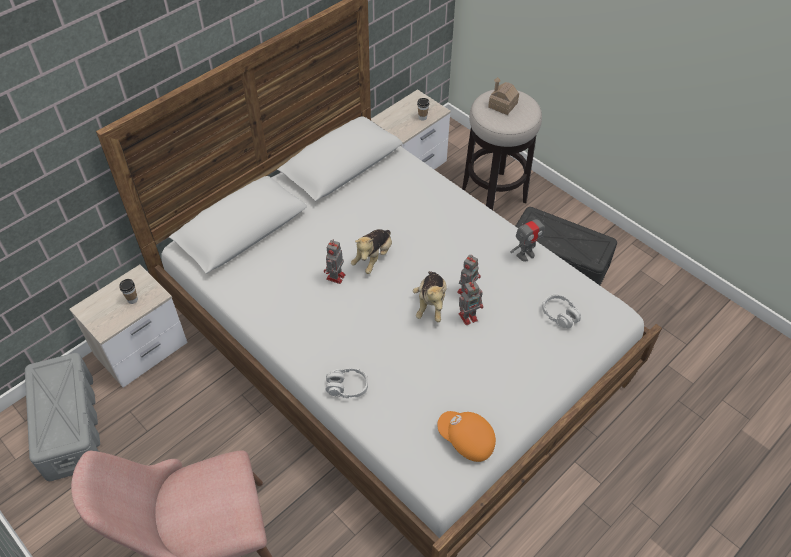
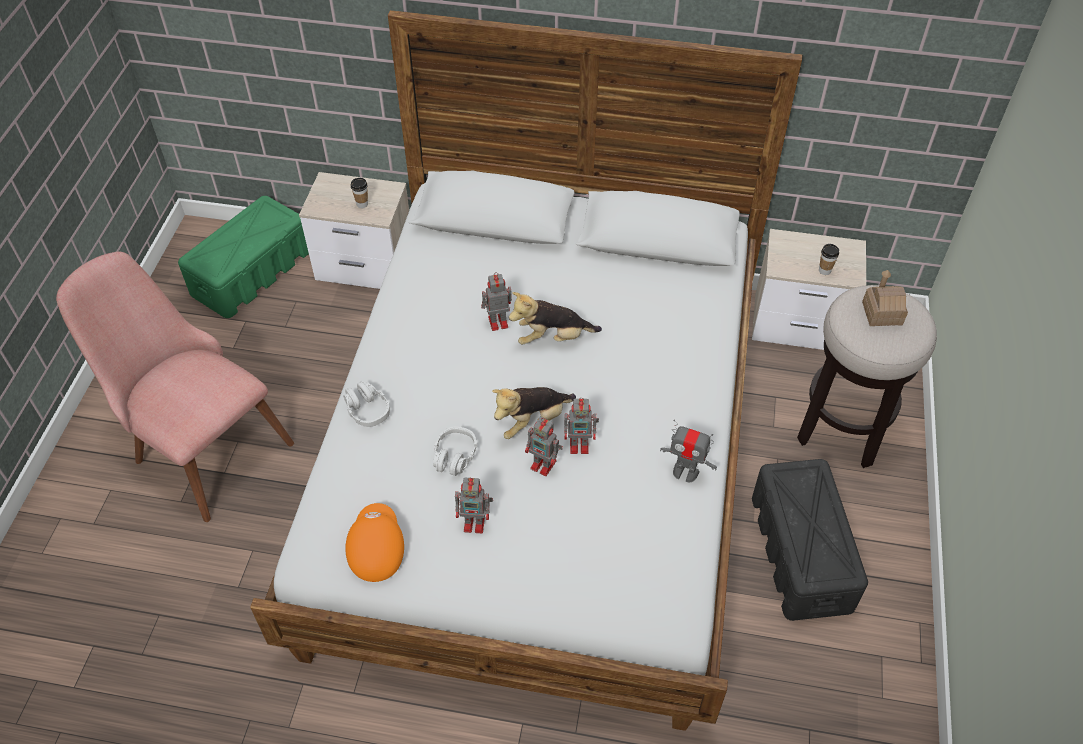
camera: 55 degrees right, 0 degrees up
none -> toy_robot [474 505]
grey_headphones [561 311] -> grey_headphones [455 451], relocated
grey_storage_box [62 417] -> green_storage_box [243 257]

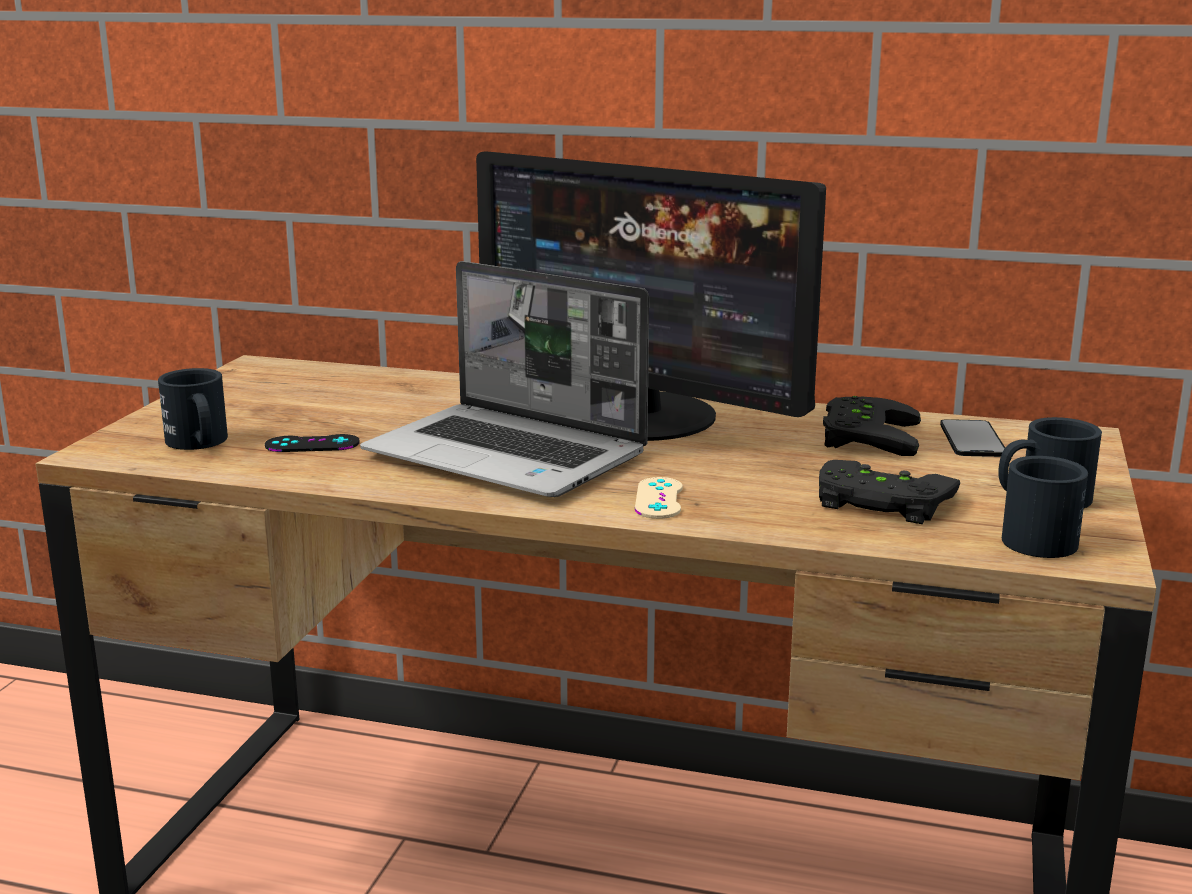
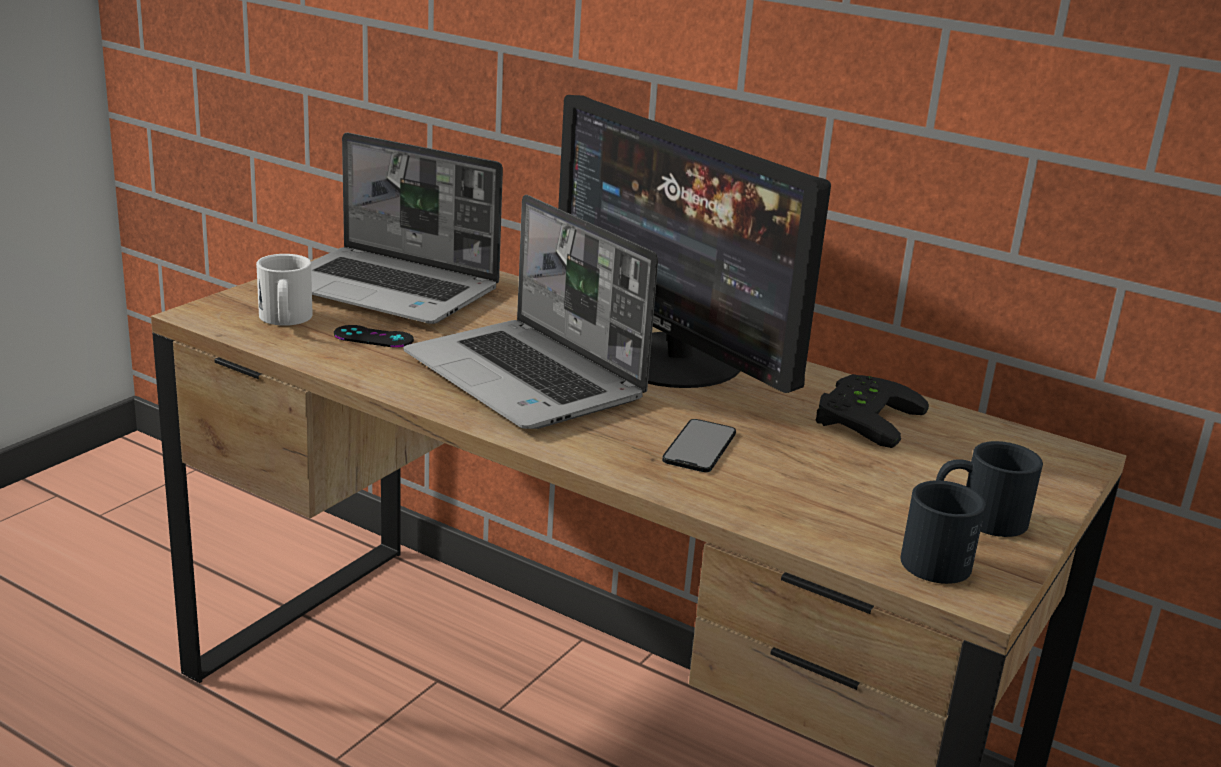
camera: 15 degrees right, 5 degrees up
beige_game_controller [659 498] -> none
black_game_controller [889 492] -> none
none -> laptop [407 228]
phone [972 438] -> phone [699 445], relocated
black_mug [193 409] -> white_mug [284 290]

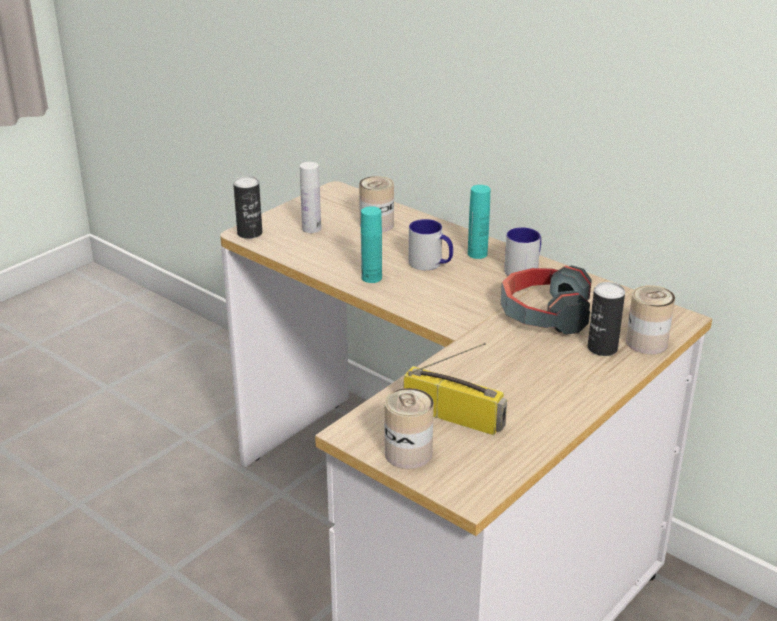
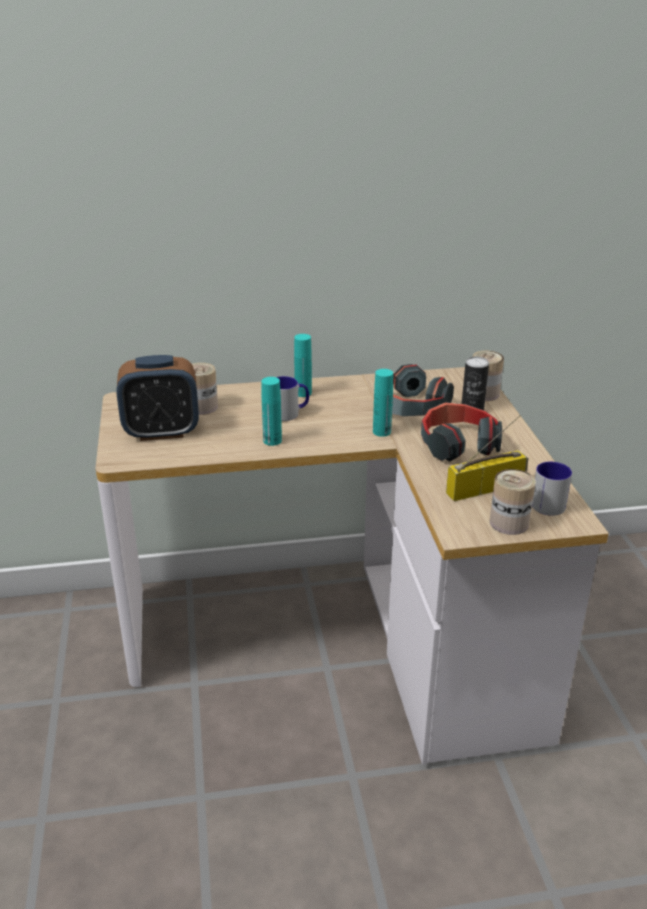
camera: 50 degrees left, 0 degrees up
can [247 207] -> none
none -> turquoise_bottle [383 403]
none -> headphones [461 432]
mug [522 251] -> mug [552 489], relocated
white_bottle [310 197] -> alarm_clock [158 398]

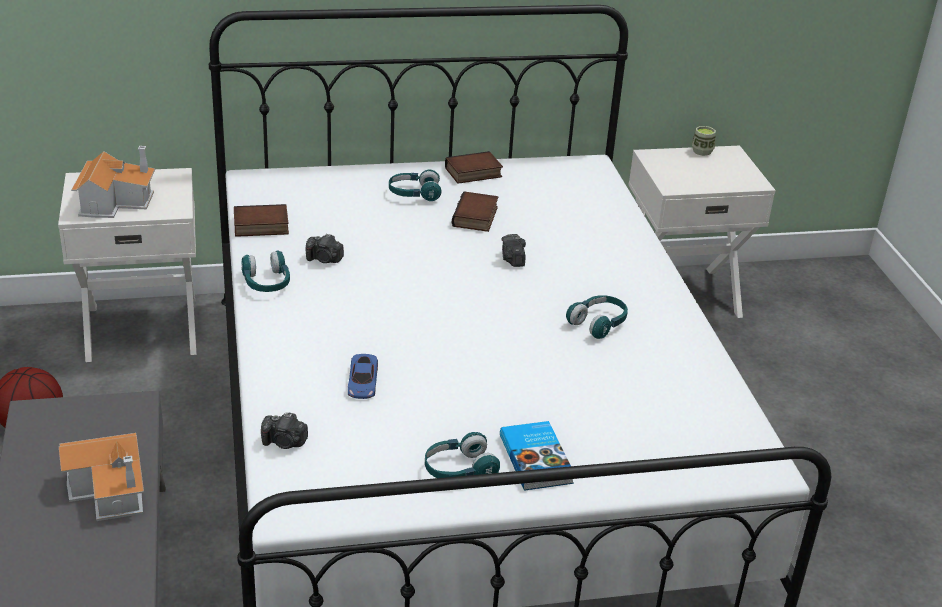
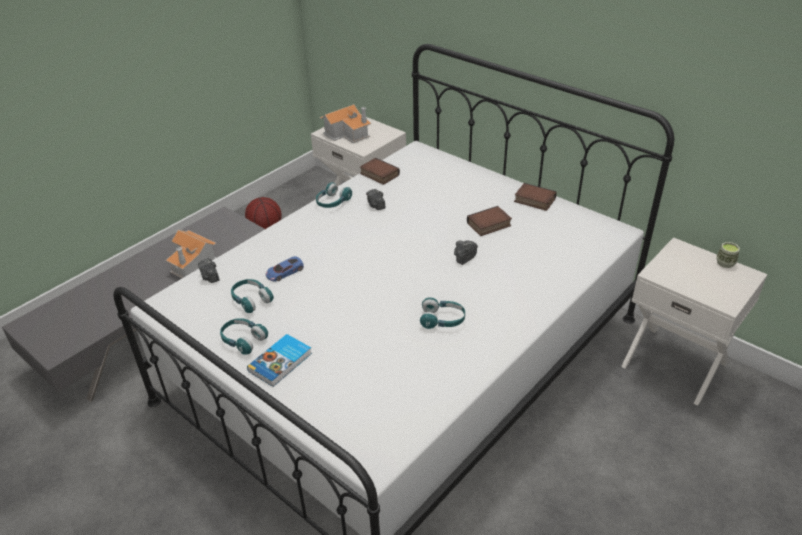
camera: 55 degrees right, 5 degrees up
turquoise_headphones [415 185] -> turquoise_headphones [252 296], relocated

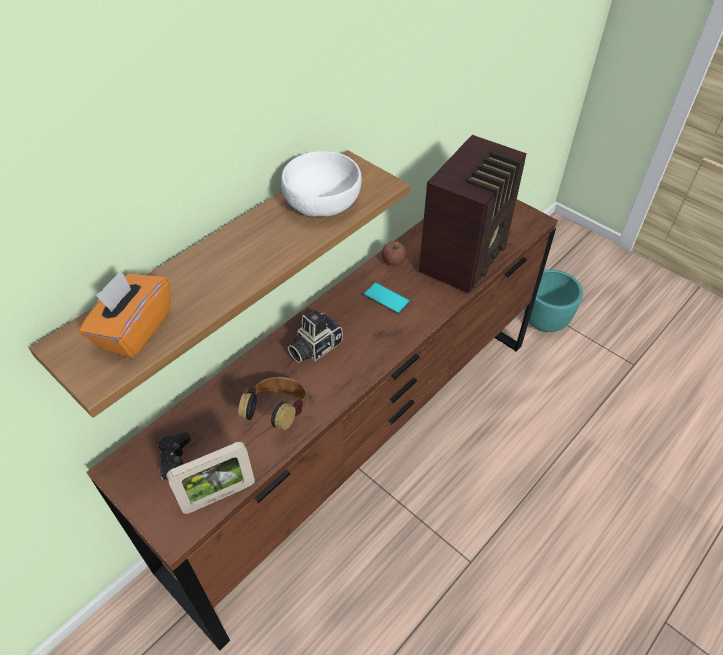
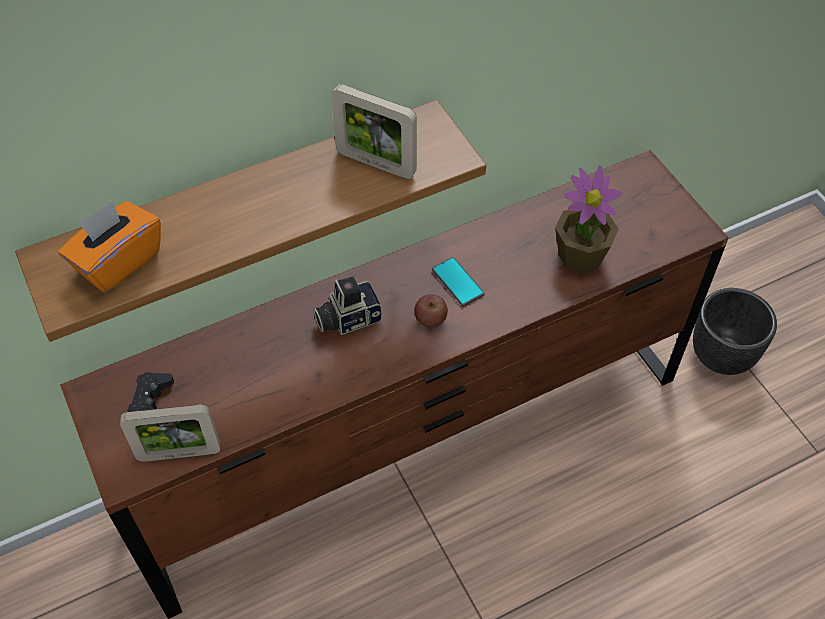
camera: 20 degrees right, 5 degrees up
headphones [272 403] -> none
apple [394 253] -> apple [431 310], relocated
white_bowl [321 184] -> picture_frame [374 131]
radio [473 214] -> potted_plant [588 220]
turquoise_planter [553 300] -> black_planter [735 331]

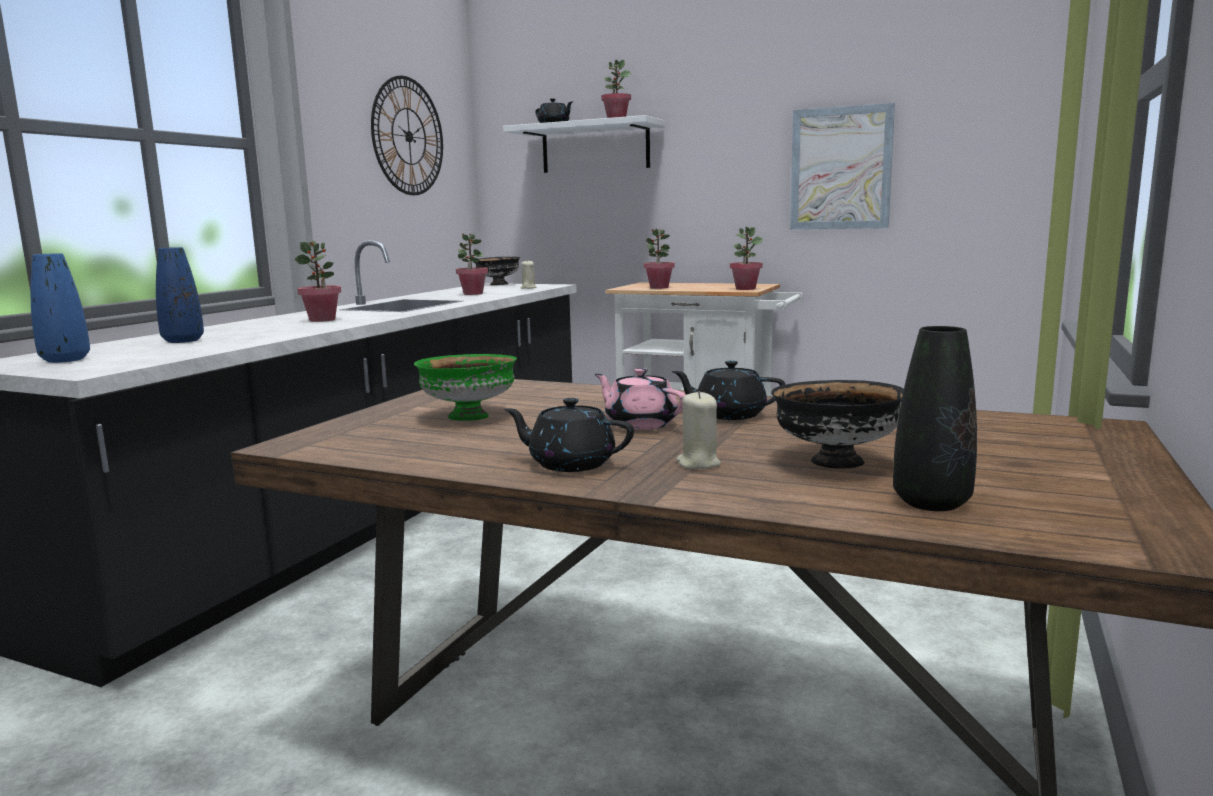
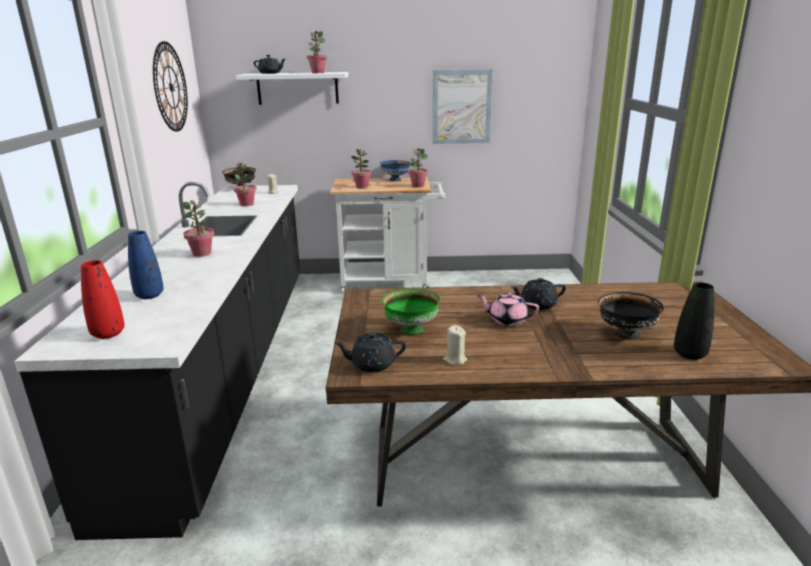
camera: 25 degrees left, 10 degrees up
none -> blue_bowl [395 170]
black_teapot [569 435] -> black_teapot [370 352], relocated
beige_candle [698 430] -> beige_candle [455 345], relocated
blue_vase [60 308] -> red_vase [103 299]

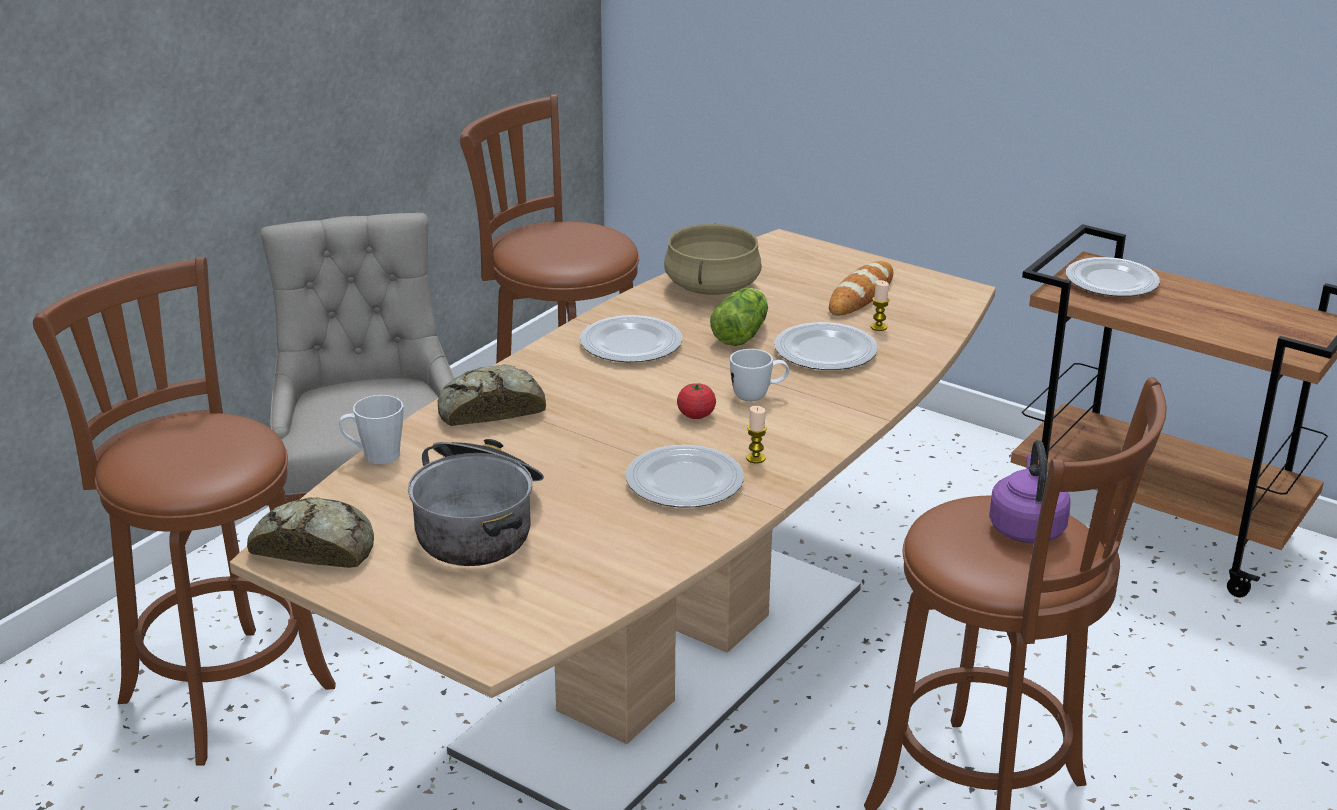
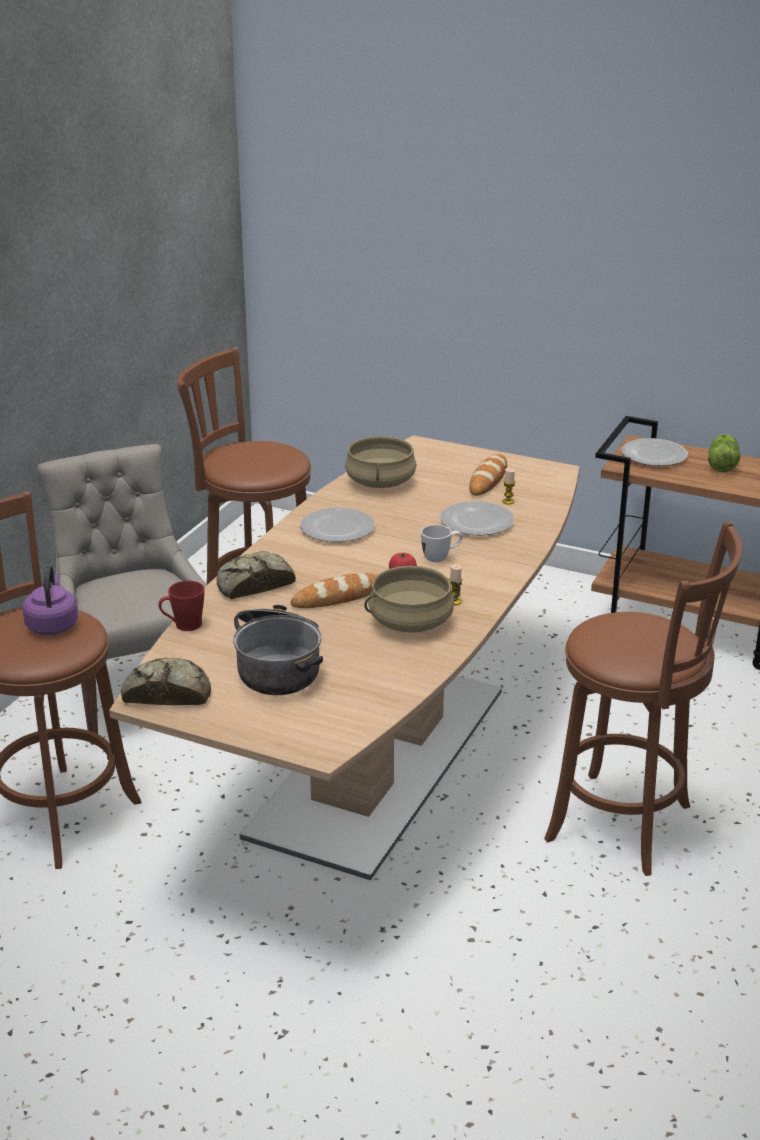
camera: 10 degrees left, 0 degrees up
none -> bread [334 590]
lettuce [739 317] -> lettuce [724 453], relocated
purple_kettle [1030 491] -> purple_kettle [50 600], relocated
plate [685 476] -> beige_cooking_pot [412 599]
grey_mug [371 429] -> red_mug [181 606]

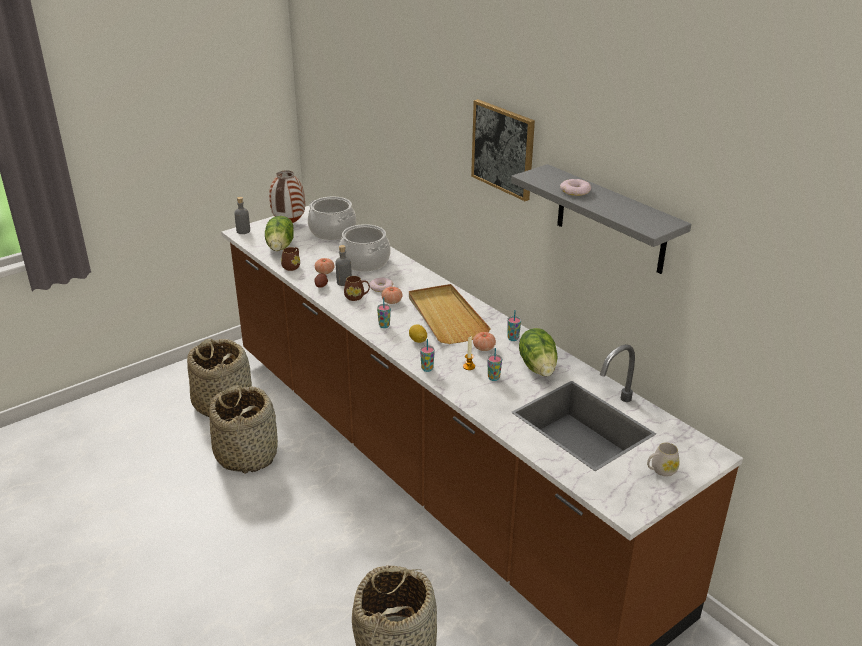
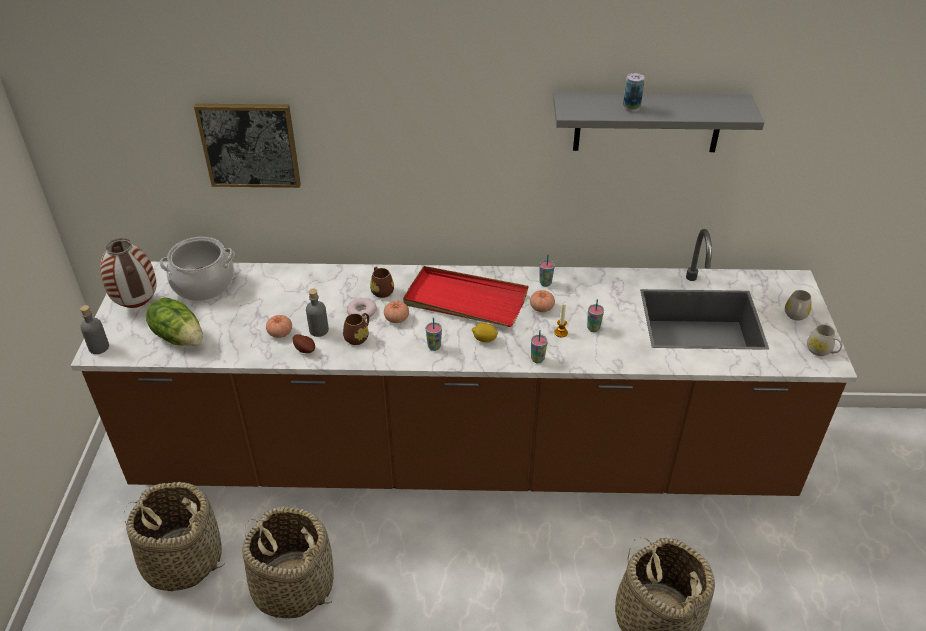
camera: 50 degrees left, 10 degrees up
cooking_pot [364 248] -> none
lettuce [538 352] -> none
none -> white_mug [824 340]
brown_mug [290 259] -> brown_mug [382 282], relocated
picture [503 150] -> picture [247 146], relocated
donut [575 187] -> can [634 92]
beige_tray [450 314] -> red_tray [466 296]

